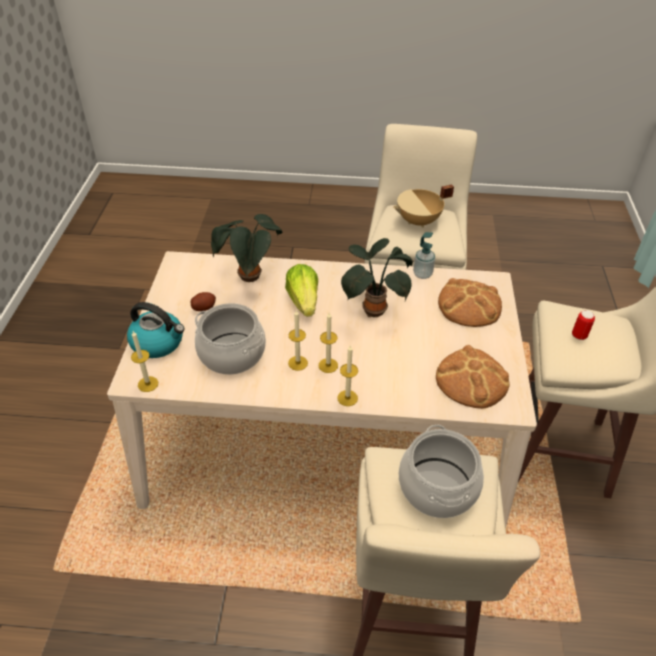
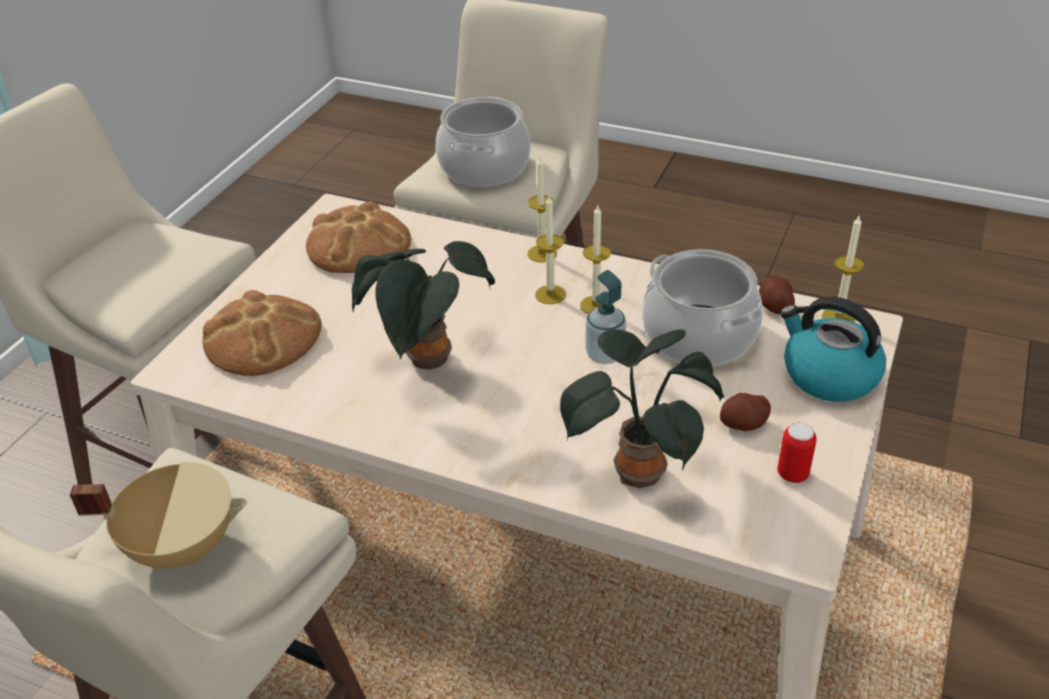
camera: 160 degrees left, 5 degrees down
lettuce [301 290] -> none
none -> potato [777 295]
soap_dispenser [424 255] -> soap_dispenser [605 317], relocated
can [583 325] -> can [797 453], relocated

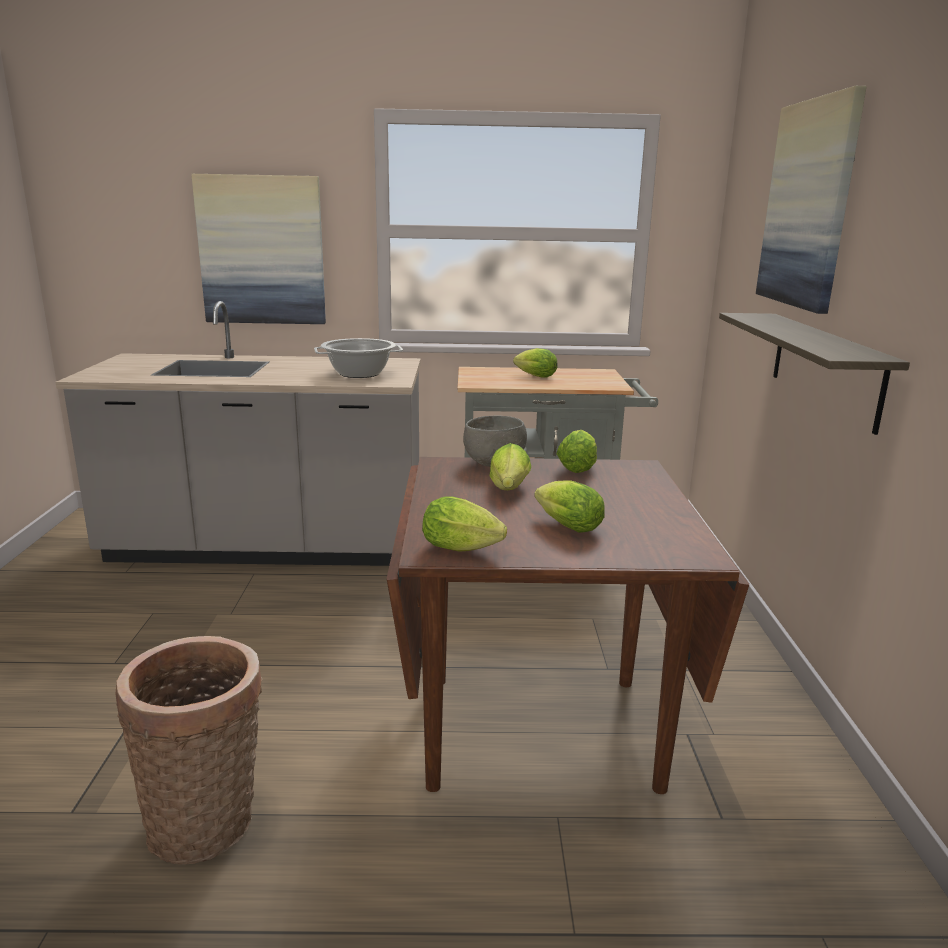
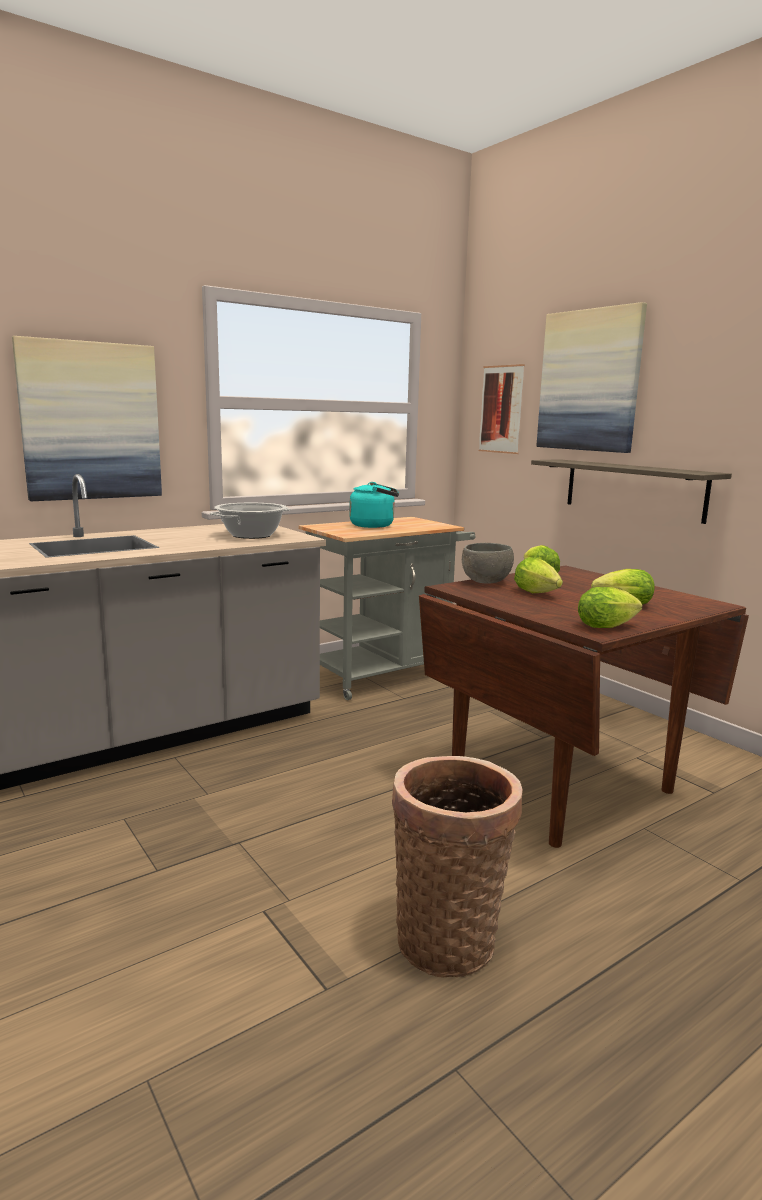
camera: 35 degrees left, 5 degrees down
none -> picture [502 409]
lettuce [535 363] -> turquoise_kettle [374 505]

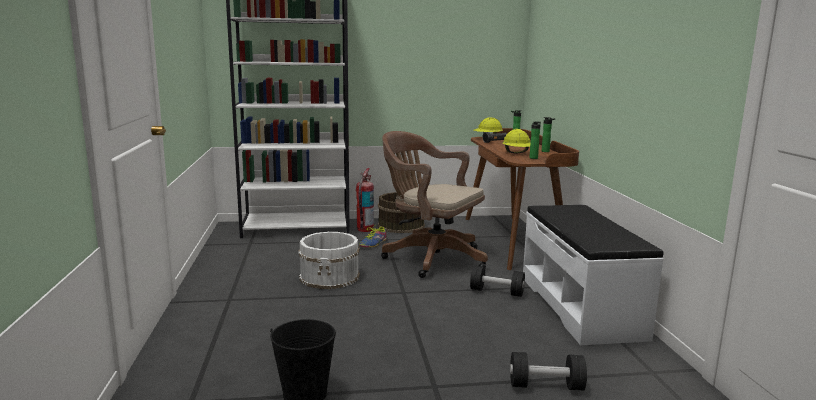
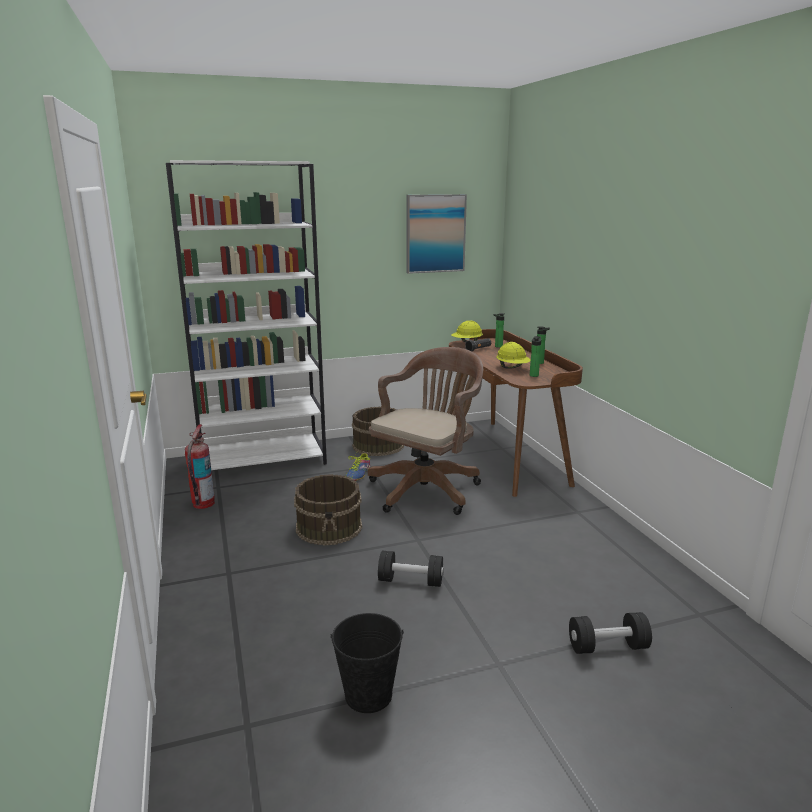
camera: 10 degrees left, 5 degrees up
white_bench [593 275] -> none
none -> picture [437 234]
fire_extinguisher [365 200] -> fire_extinguisher [200 466], relocated
black_dumbbell [497 281] -> black_dumbbell [411 569], relocated
white_bucket [329 260] -> brown_bucket [328 509]
brown_office_chair [434 204] -> brown_office_chair [425 431], 105 degrees clockwise

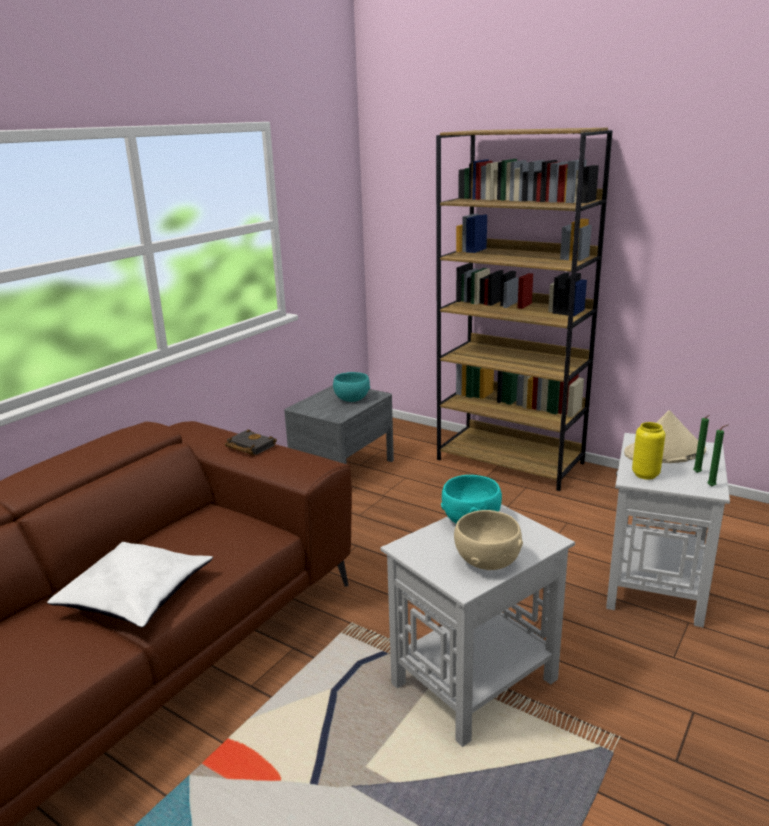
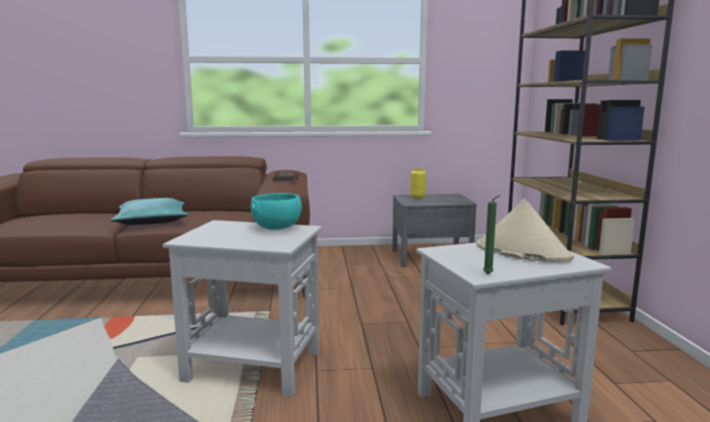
camera: 50 degrees right, 10 degrees down
turquoise_bowl [351 387] -> none
beige_bowl [488 540] -> none
green_candle [701 444] -> none
yellow_vase [648 451] -> yellow_vase [418 183], relocated
white_pillow [130 584] -> turquoise_pillow [149 211]

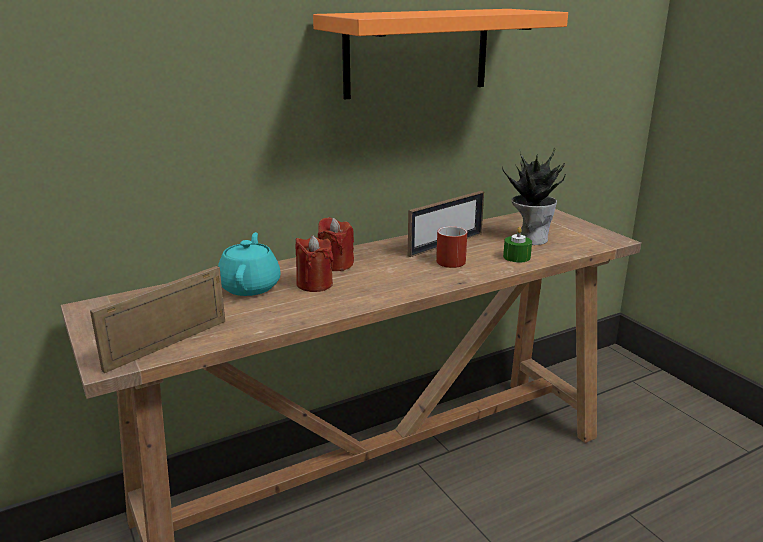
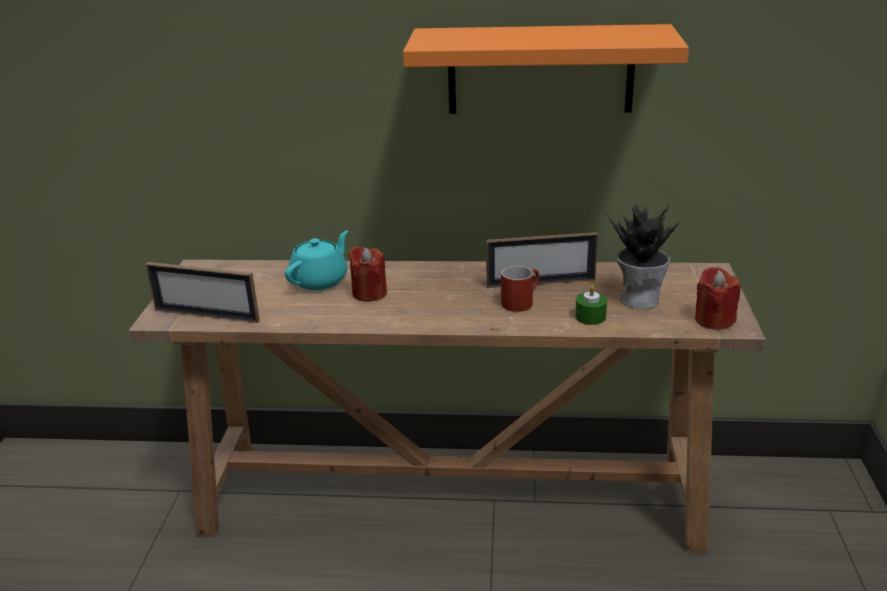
camera: 35 degrees right, 5 degrees up
red_candle [336 244] -> red_candle [718 298], relocated
picture_frame [157 319] -> picture_frame [202 292], 150 degrees counterclockwise

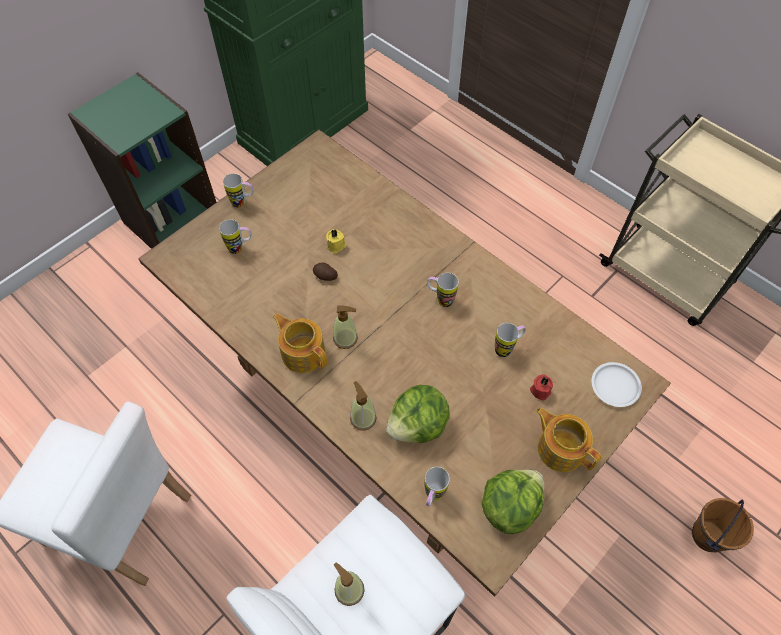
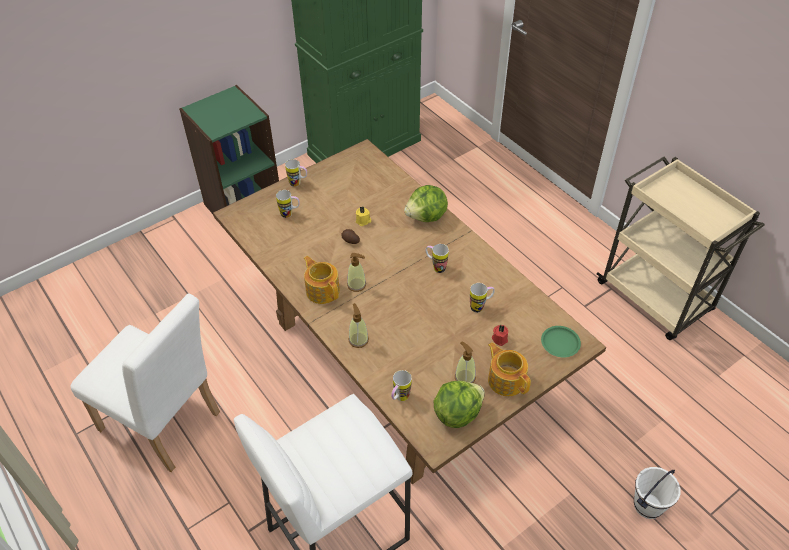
camera: 10 degrees right, 10 degrees down
soap_dispenser [349 584] -> soap_dispenser [465 362], relocated
lettuce [418 414] -> lettuce [426 203], relocated
white_plate [617 384] -> green_plate [561 341]
brown_bucket [723 525] -> white_bucket [657 493]

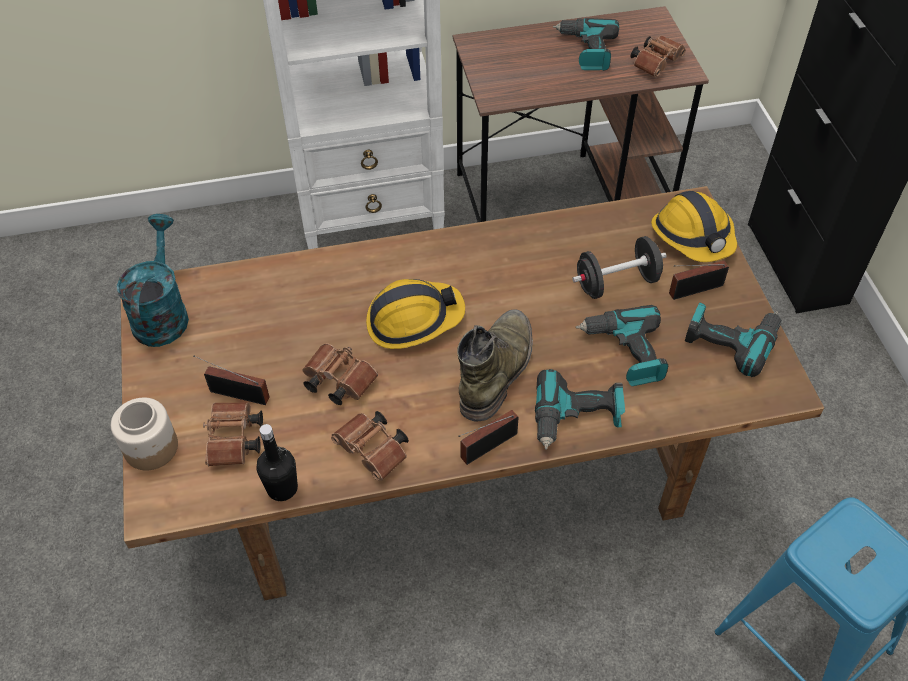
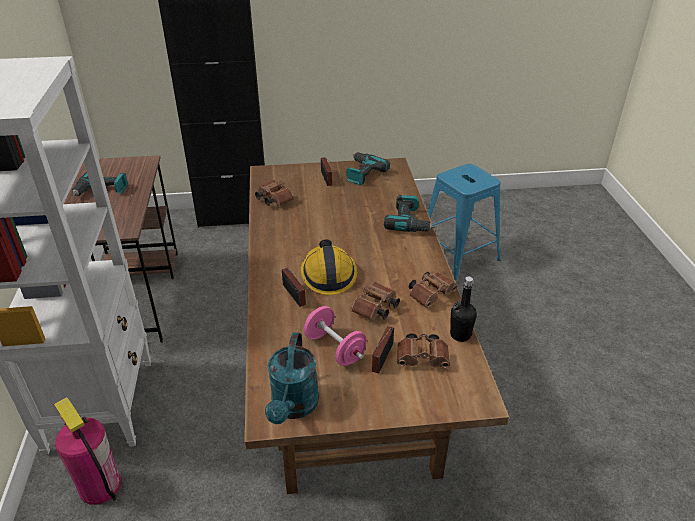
camera: 85 degrees left, 15 degrees down
jar [144 434] -> none
green_boot [495 365] -> none
black_dumbbell [619 267] -> none
power_drill [622 345] -> none
hard_hat [694 226] -> none
none -> fire_extinguisher [87 451]
none -> pink_dumbbell [335 336]
radio [488 437] -> radio [294 287], relocated
brown_binoculars [658 56] -> brown_binoculars [274 193], relocated
turquoise_watering_can [153 280] -> turquoise_watering_can [292 378], 90 degrees counterclockwise

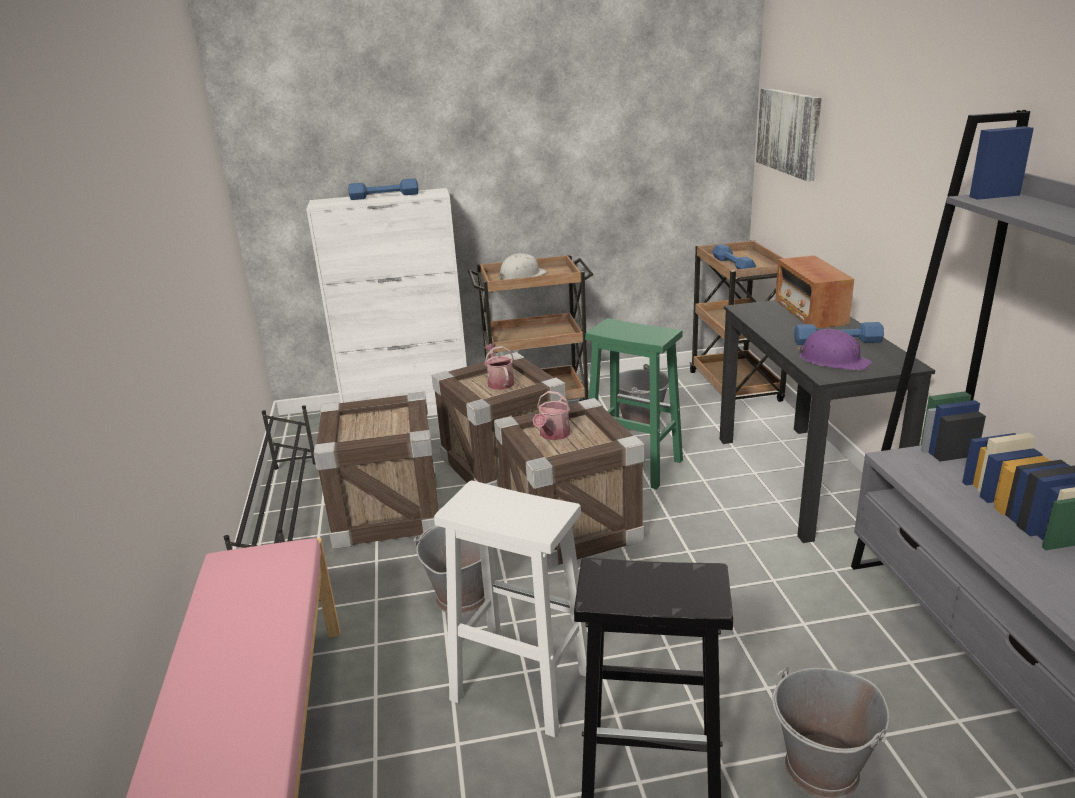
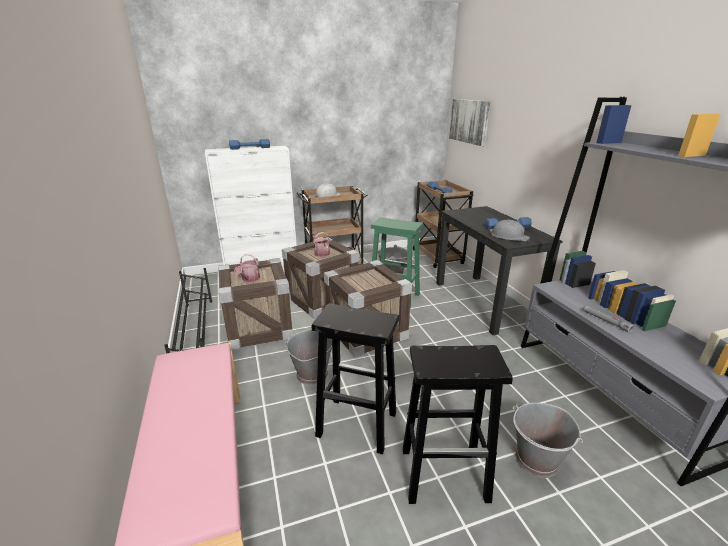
camera: 10 degrees left, 0 degrees up
radio [814 291] -> none
none -> grey_flashlight [608 319]
watering_can [551 415] -> watering_can [247 268], relocated
white_stool [510 609] -> black_stool [355 378]
purple_hard_hat [834 350] -> grey_hard_hat [510 230]

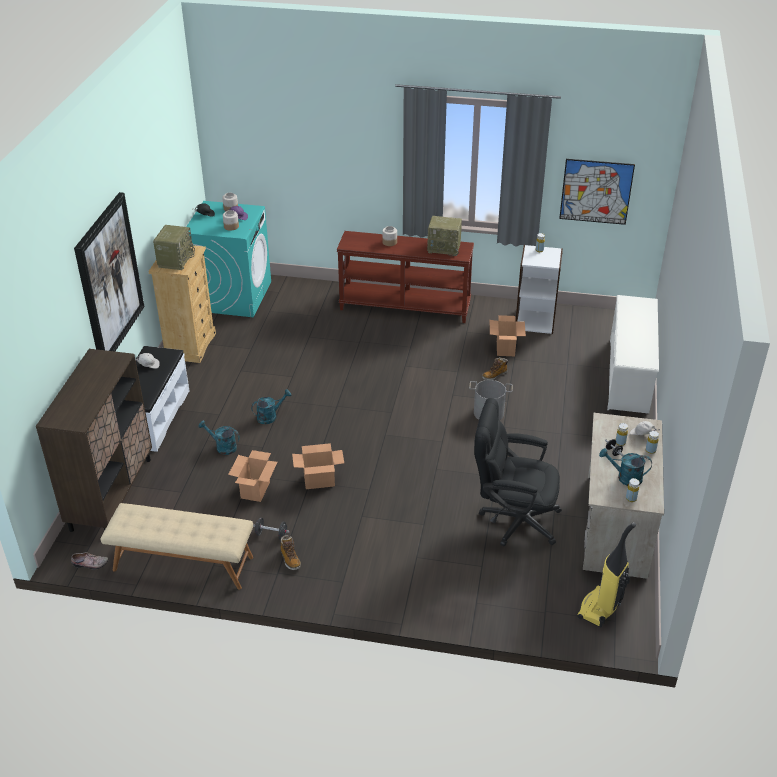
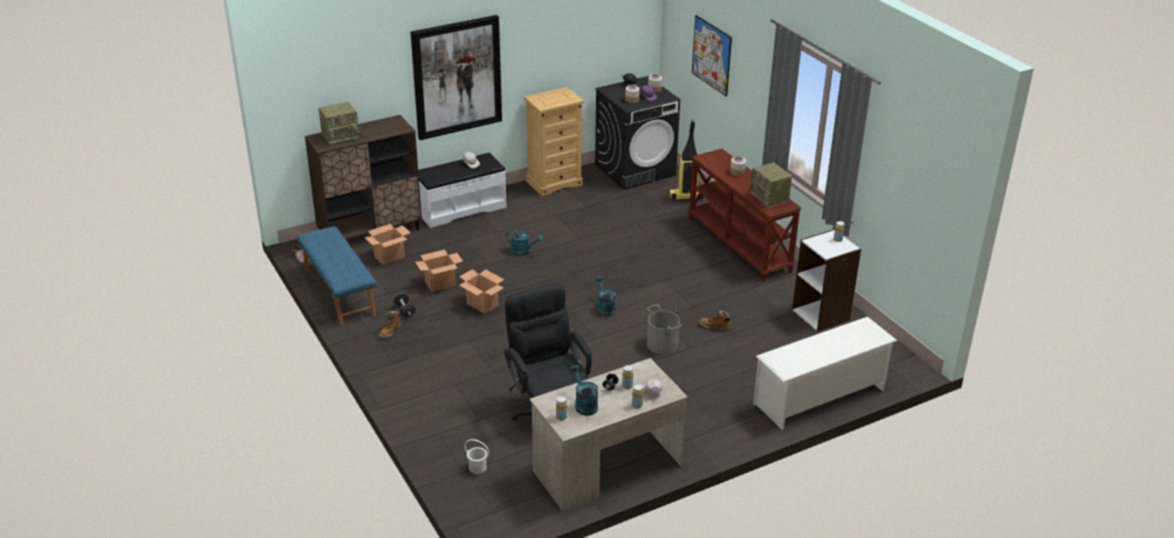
camera: 50 degrees right, 5 degrees down
none -> white_bucket [476 456]
radio [174 247] -> radio [340 123], relocated
turquoise_watering_can [219 437] -> turquoise_watering_can [606 297], relocated
cardboard_box [508 335] -> cardboard_box [387 244], relocated
picture [597 192] -> picture [712 56], relocated
vacuum_cleaner [606 575] -> vacuum_cleaner [686 160], relocated
beige_bench [177 546] -> blue_bench [336 275]
turquoise_washing_machine [228 259] -> black_washing_machine [637 133]

